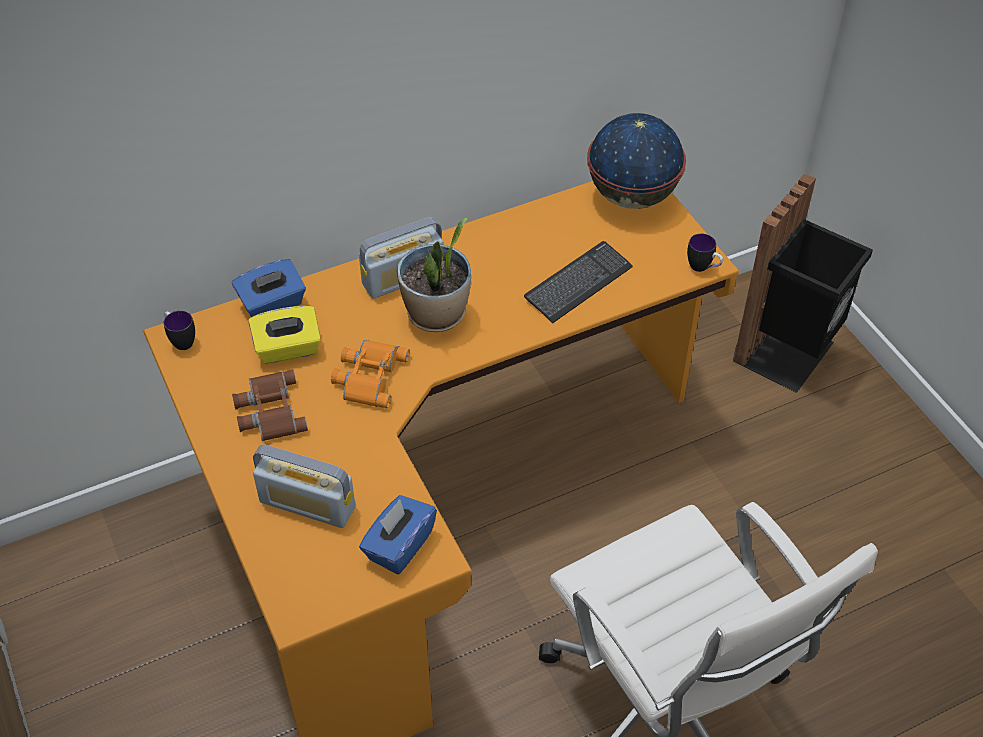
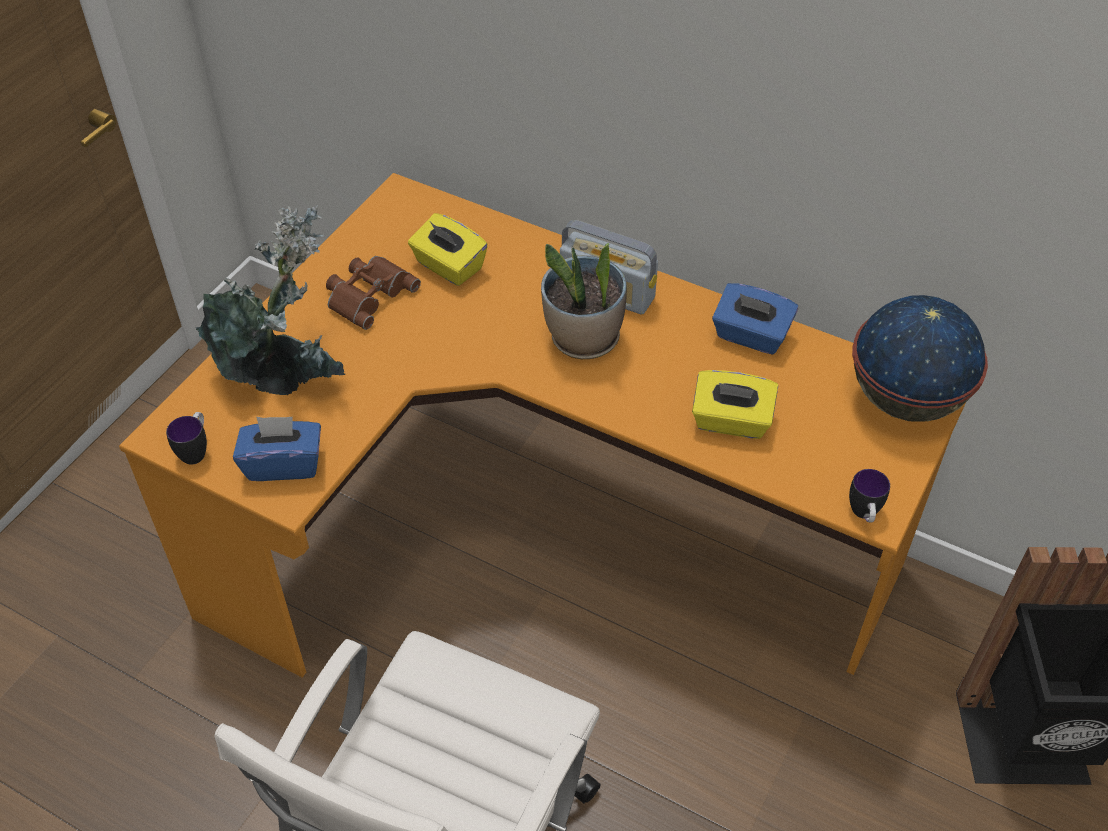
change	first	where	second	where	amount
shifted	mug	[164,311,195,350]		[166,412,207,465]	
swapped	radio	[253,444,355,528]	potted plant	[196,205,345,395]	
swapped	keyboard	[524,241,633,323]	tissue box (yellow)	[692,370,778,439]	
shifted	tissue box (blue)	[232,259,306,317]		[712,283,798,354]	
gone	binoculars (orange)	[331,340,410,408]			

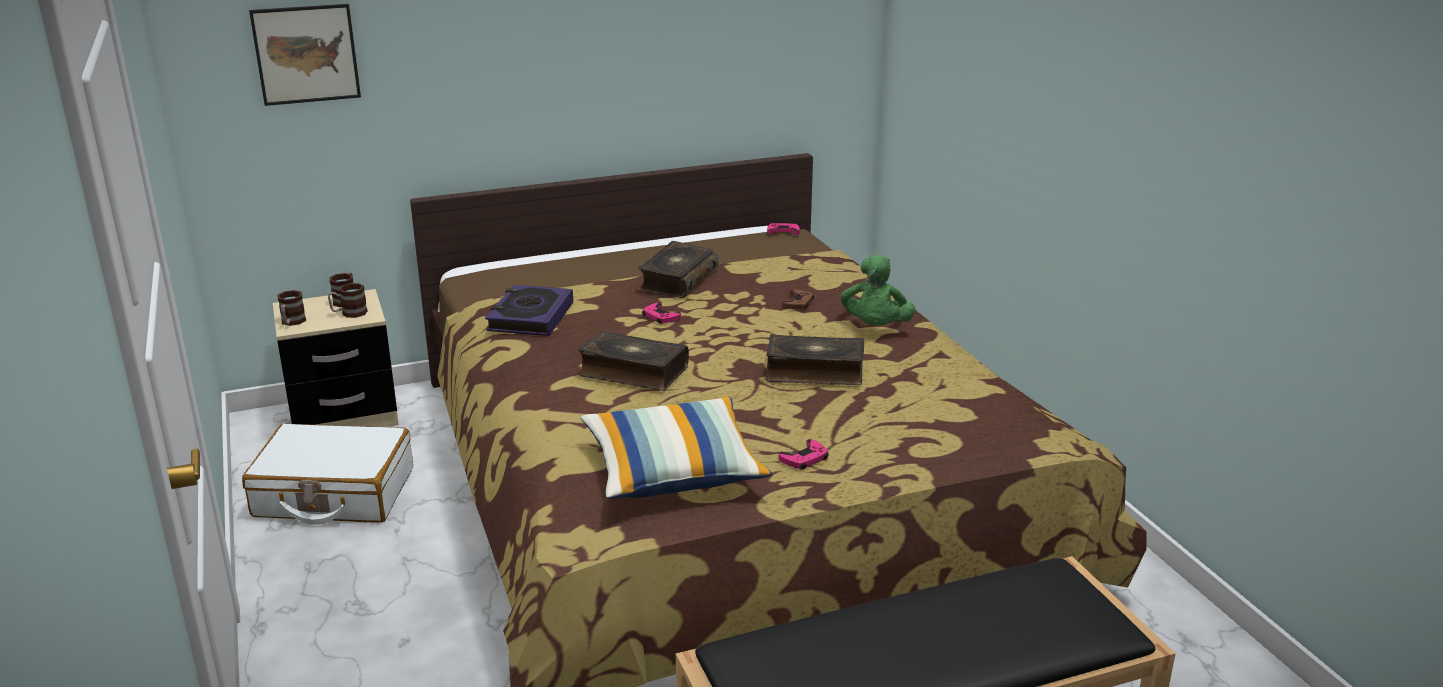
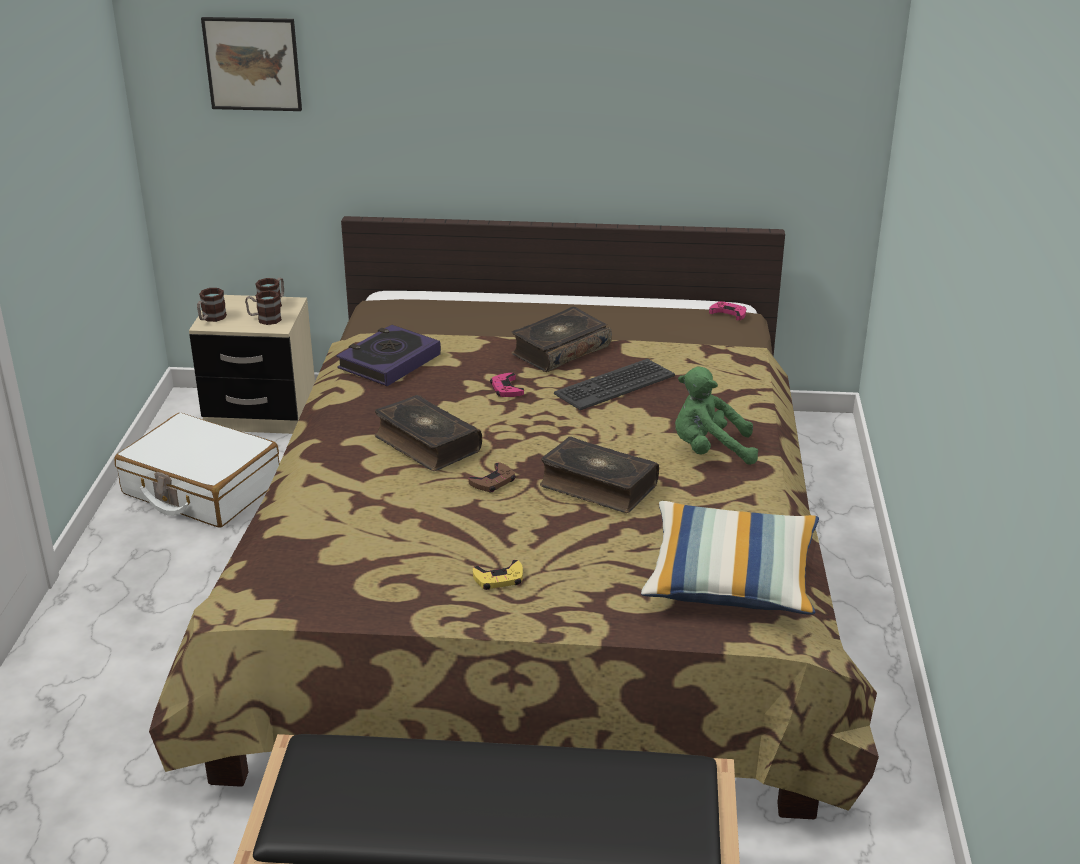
change	first	where	second	where	amount
shifted	game controller (brown)	[782,289,814,309]		[469,462,516,492]	
repainted	game controller (pink)	[779,439,829,470]	game controller (yellow)	[473,560,523,590]	
new			keyboard	[554,359,675,410]	
shifted	pillow	[581,397,772,499]		[641,501,819,615]	
rotated	plush toy (green)	[841,255,916,326]		[675,367,758,465]	60 degrees clockwise

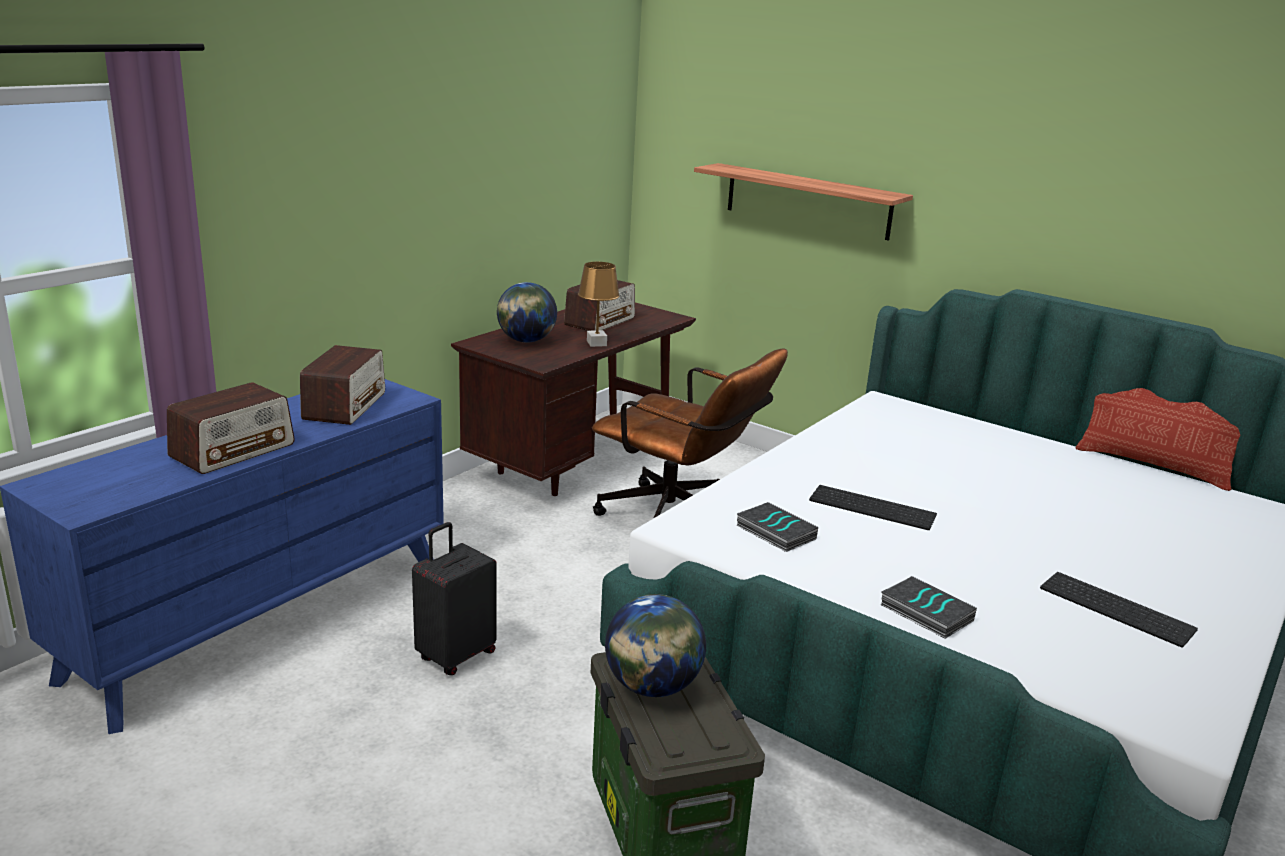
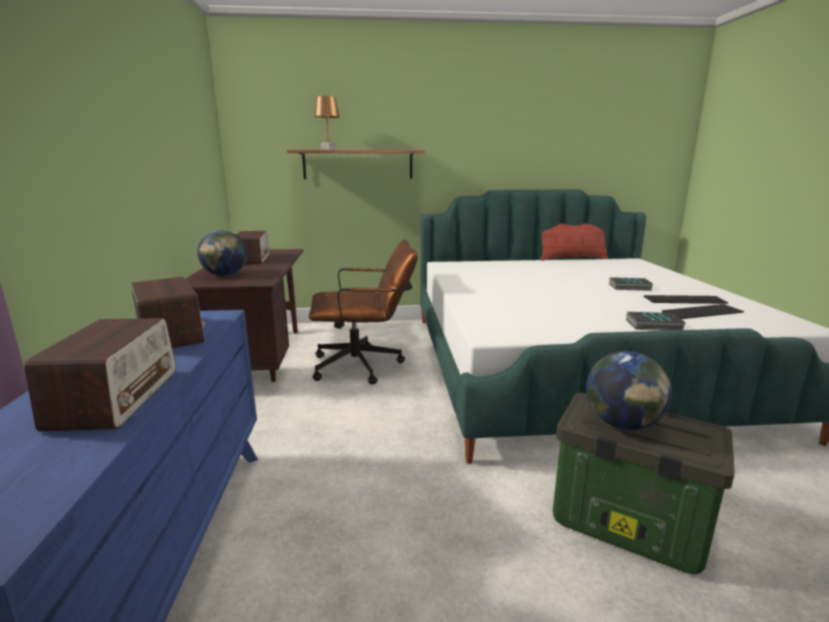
change	first	where	second	where	amount
shifted	table lamp (brown)	[578,262,620,347]		[314,96,340,150]	
shifted	book	[737,502,818,552]		[609,277,653,291]	
shifted	keyboard	[809,485,937,530]		[662,304,744,319]	
gone	suitcase (black)	[412,522,497,675]			

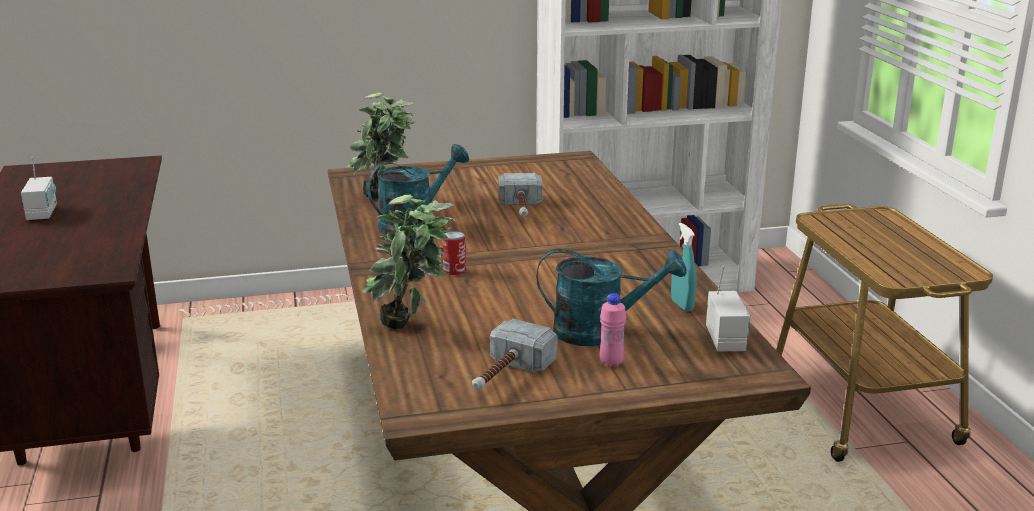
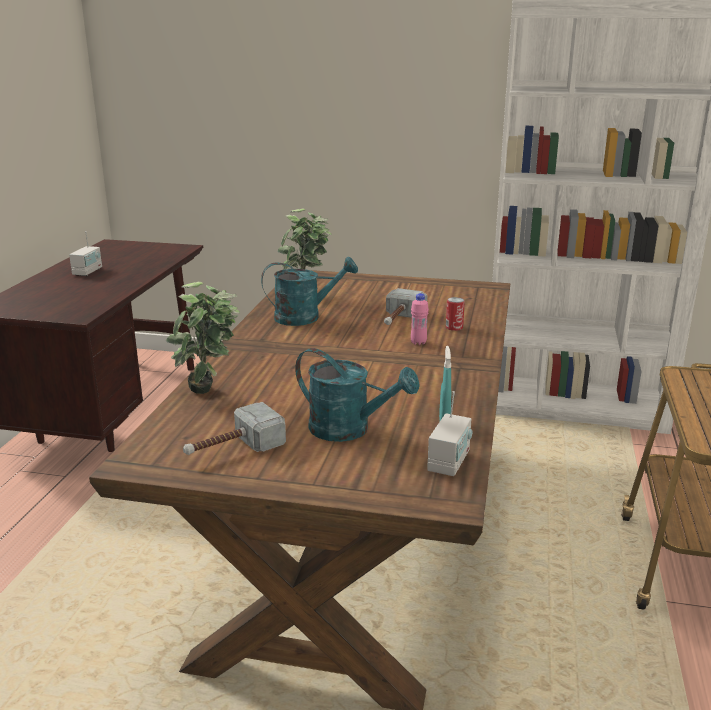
change	first	where	second	where	amount
shifted	bottle (pink)	[600,293,626,368]		[411,293,429,345]	
shifted	can	[442,231,466,275]		[446,297,465,331]	

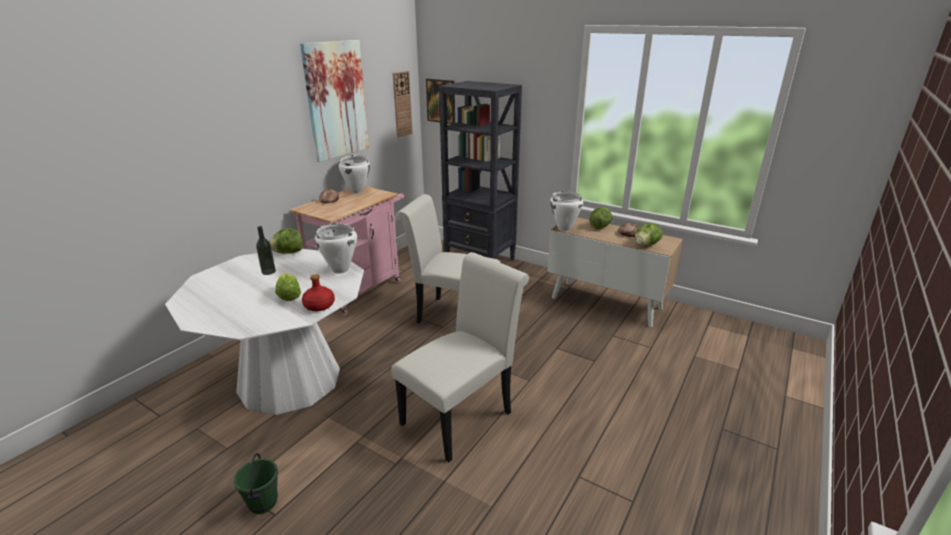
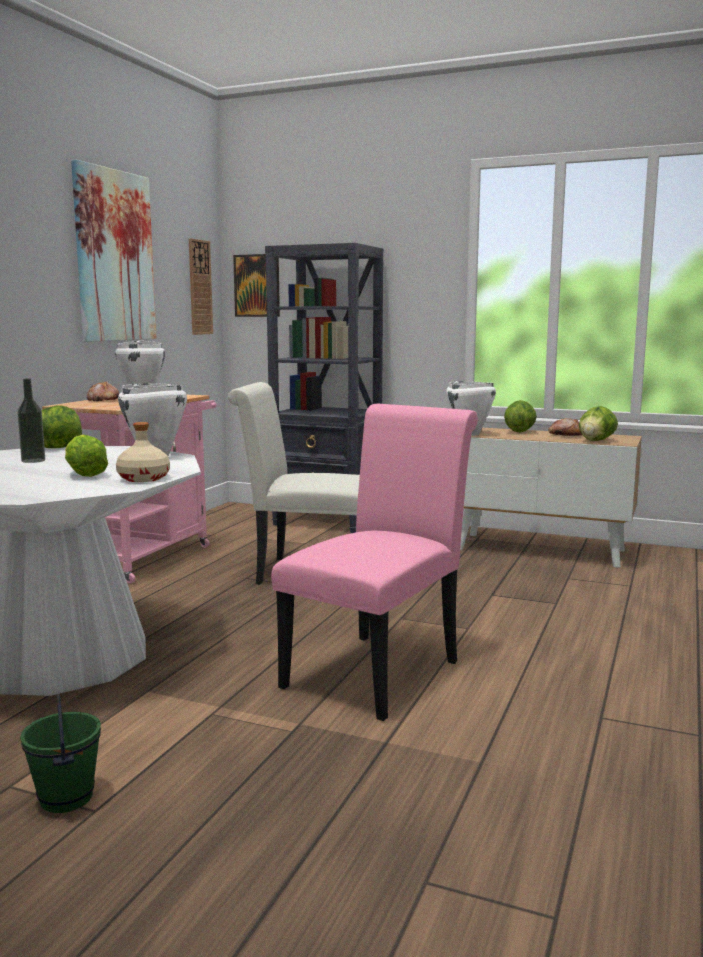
change	first	where	second	where	amount
repainted	bottle (red)	[302,274,335,311]	bottle (beige)	[116,422,170,482]	
repainted	chair (white)	[391,252,529,462]	chair (pink)	[271,404,478,721]	

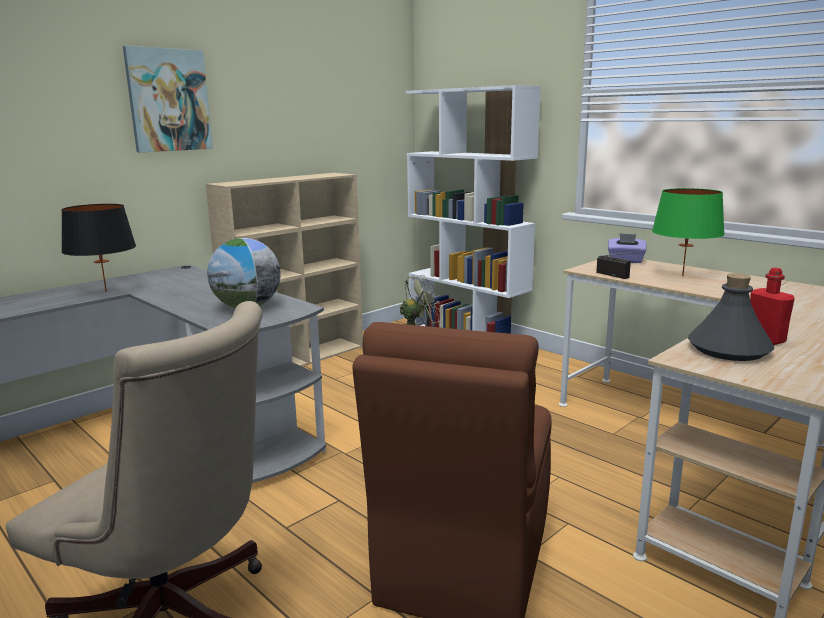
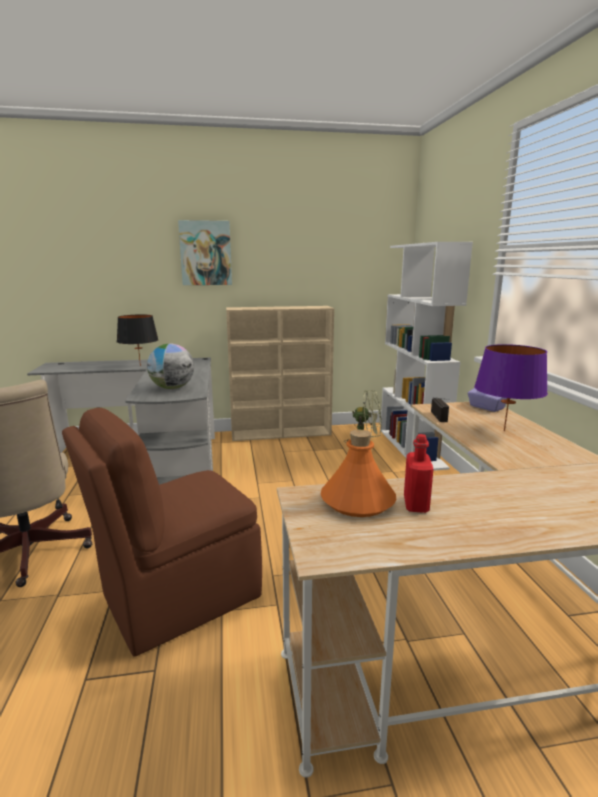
change	first	where	second	where	amount
repainted	bottle (grey)	[688,274,774,361]	bottle (orange)	[321,429,396,517]	
repainted	table lamp (green)	[652,188,725,276]	table lamp (purple)	[474,344,548,431]	

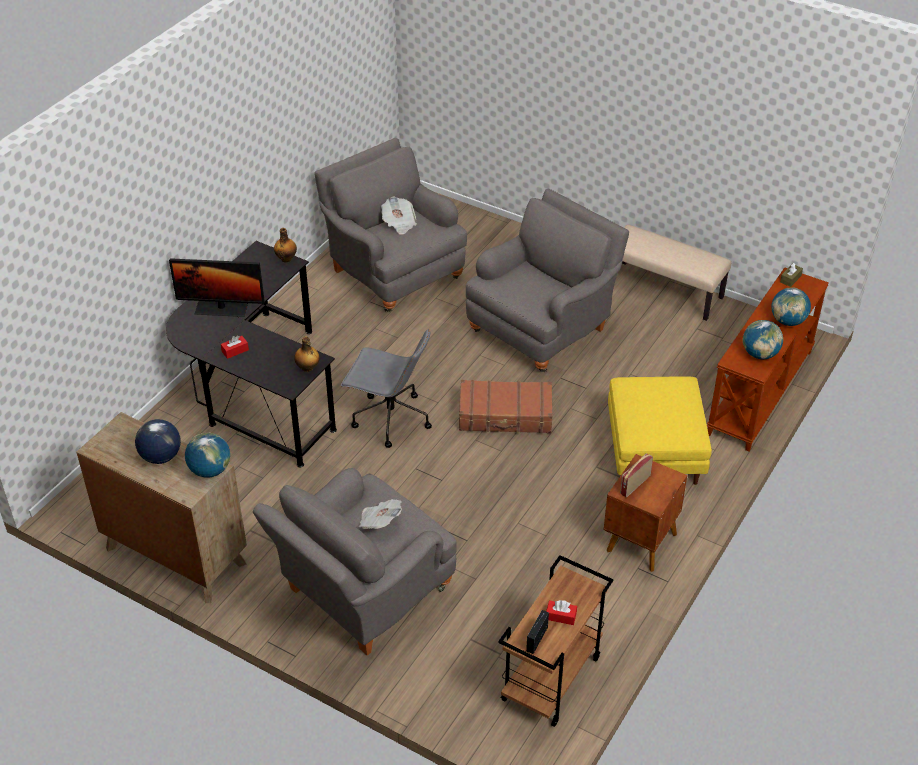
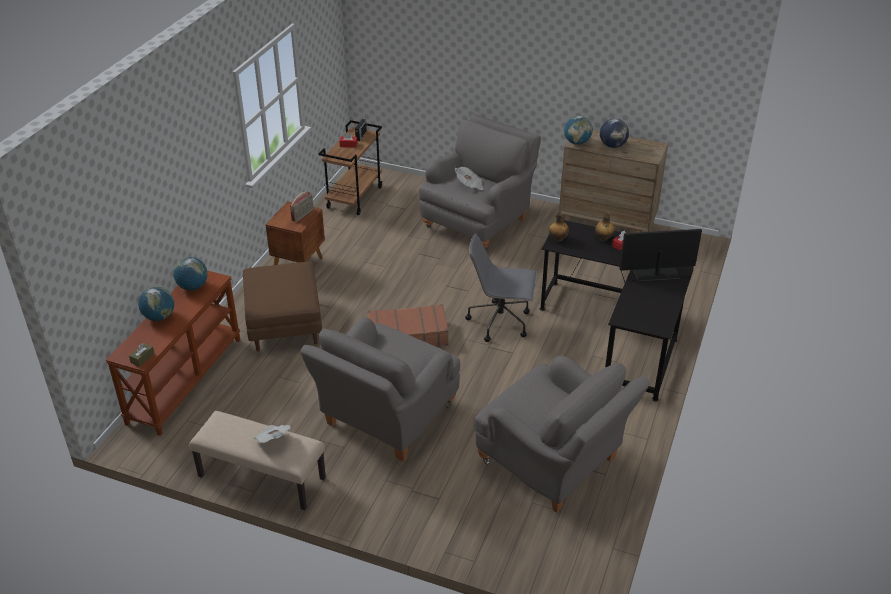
change	first	where	second	where	amount
repainted	ottoman (yellow)	[608,376,712,485]	ottoman (brown)	[243,262,322,352]	
shifted	newspaper	[381,196,417,235]		[254,425,291,443]	
shifted	bottle	[274,228,297,263]		[595,212,615,241]	

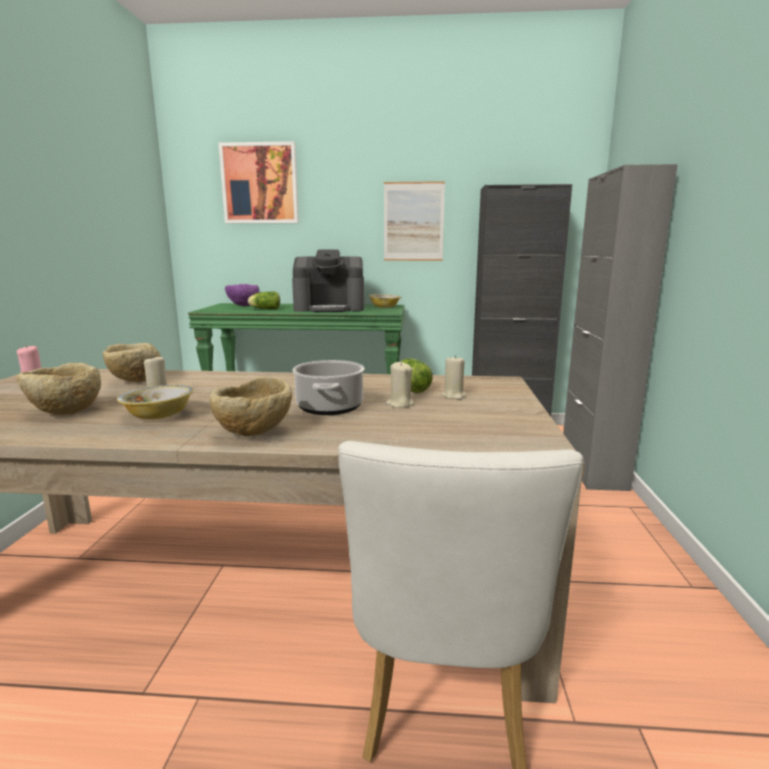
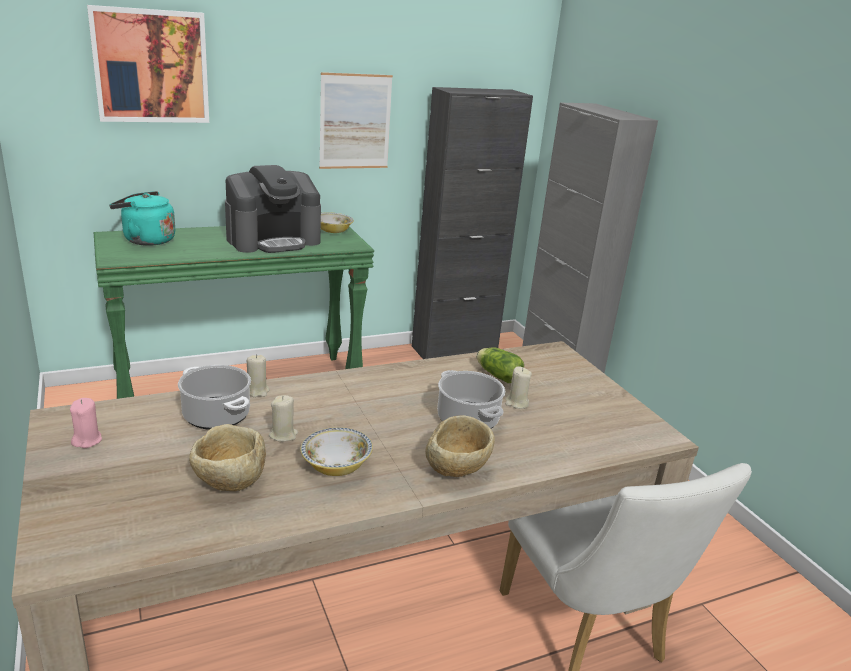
change	first	where	second	where	amount
swapped	bowl (purple)	[225,284,259,306]	kettle (turquoise)	[109,191,175,246]	
swapped	bowl (beige)	[103,343,161,382]	cooking pot	[178,365,251,430]	
shifted	candle (beige)	[442,355,466,399]		[247,354,269,397]	
gone	lettuce	[248,292,280,309]			

